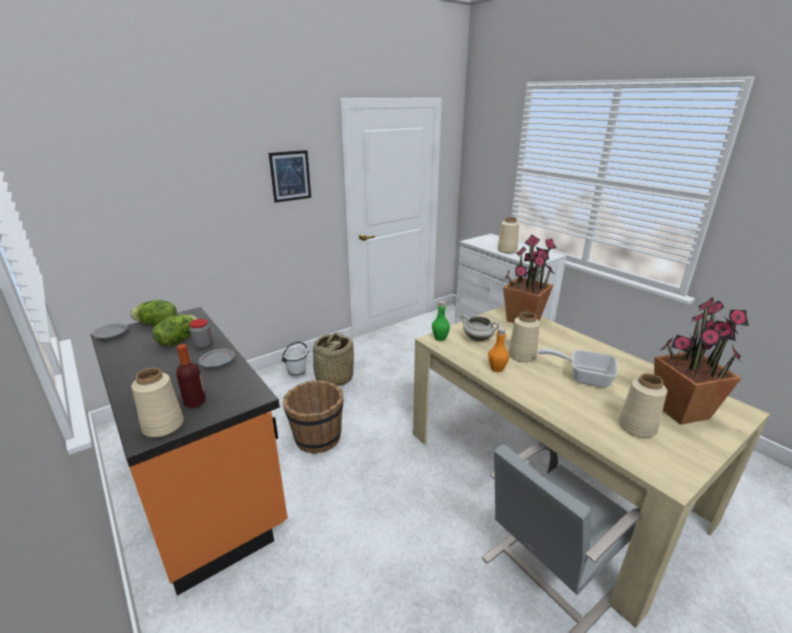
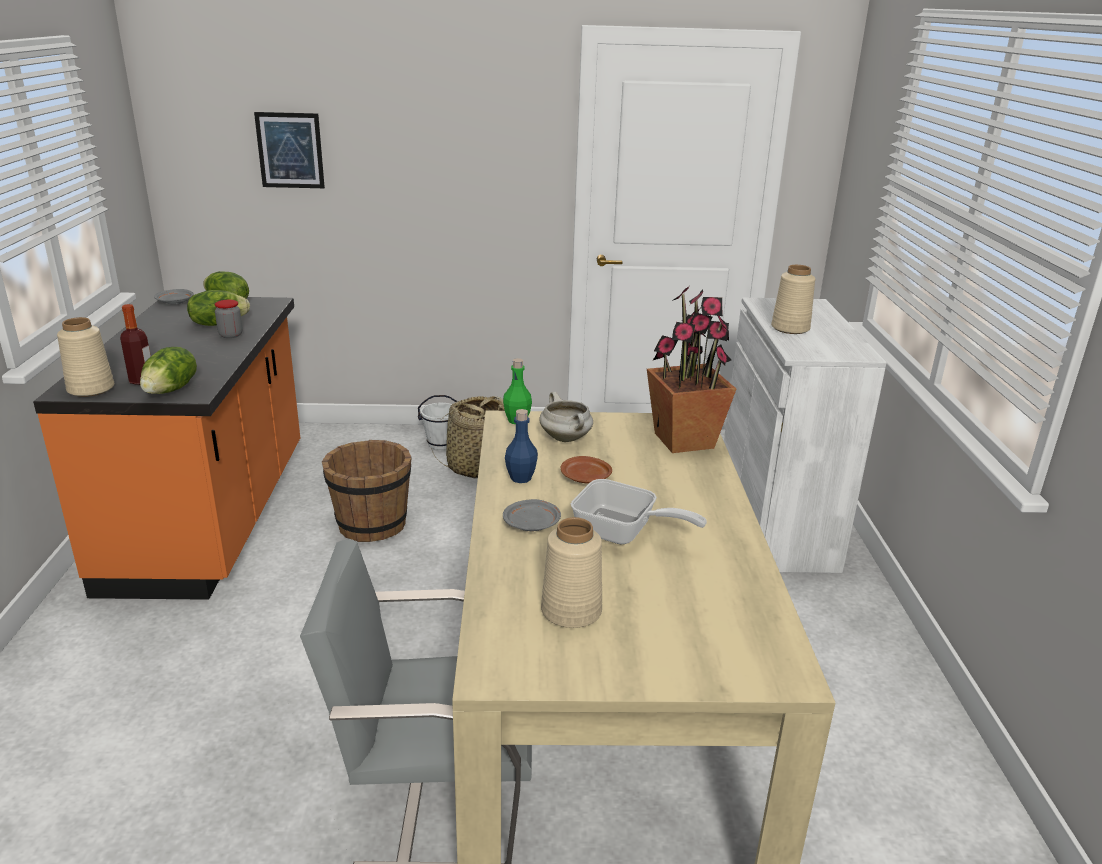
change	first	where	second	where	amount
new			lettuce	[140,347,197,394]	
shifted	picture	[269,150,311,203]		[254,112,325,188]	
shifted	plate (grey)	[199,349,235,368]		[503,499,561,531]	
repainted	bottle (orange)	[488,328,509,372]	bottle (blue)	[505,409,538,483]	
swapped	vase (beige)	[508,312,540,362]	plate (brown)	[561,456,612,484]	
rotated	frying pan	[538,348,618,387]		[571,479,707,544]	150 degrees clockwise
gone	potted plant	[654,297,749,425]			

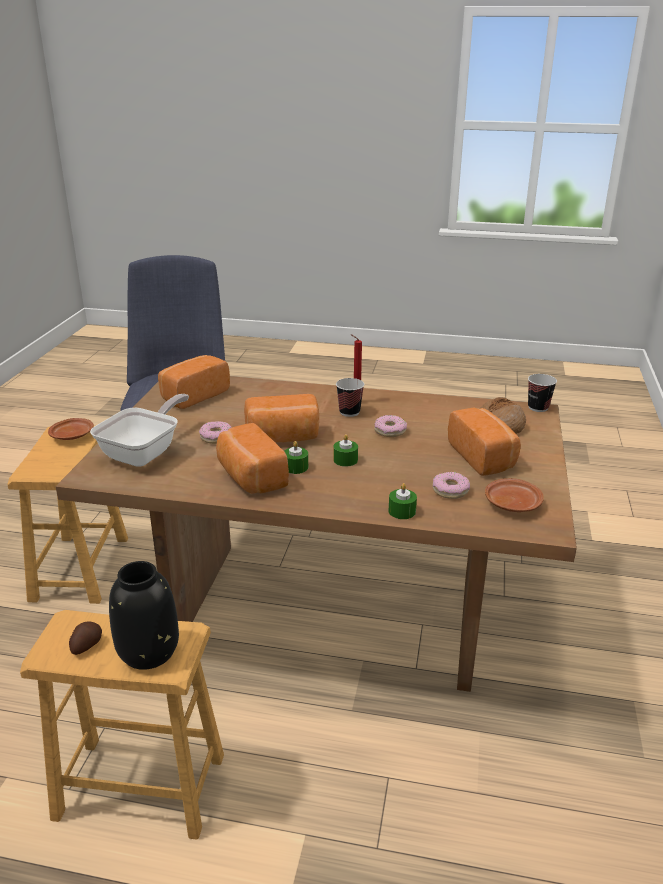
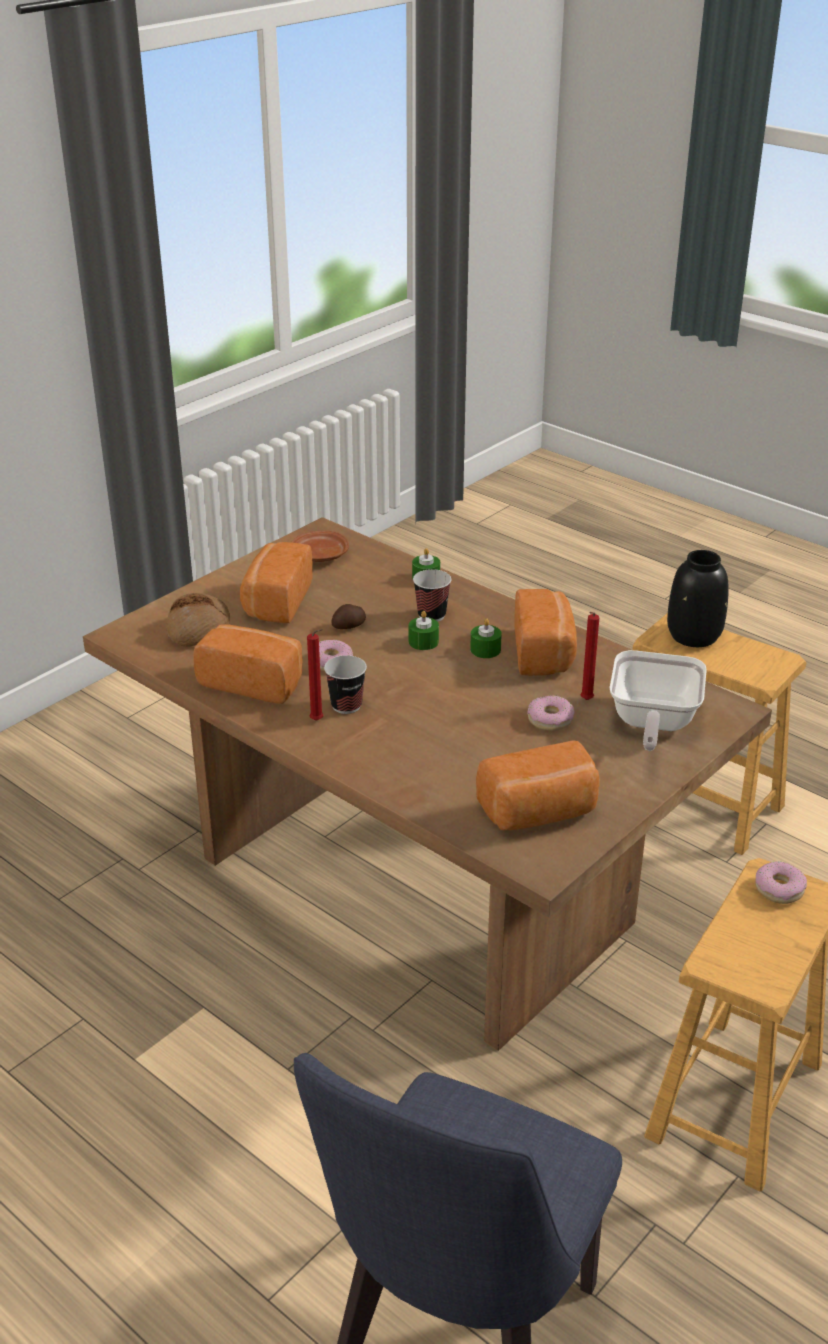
change	first	where	second	where	amount
shifted	bread	[244,394,319,443]		[193,624,302,704]	
shifted	potato	[69,621,102,655]		[331,604,366,629]	
shifted	cup	[528,374,557,412]		[413,569,451,622]	
new			candle (red)	[581,612,600,700]	
rotated	frying pan	[90,394,189,467]		[610,650,707,751]	45 degrees counterclockwise
shifted	donut	[432,472,470,499]		[755,861,807,904]	
gone	plate (brown)	[48,418,94,440]			

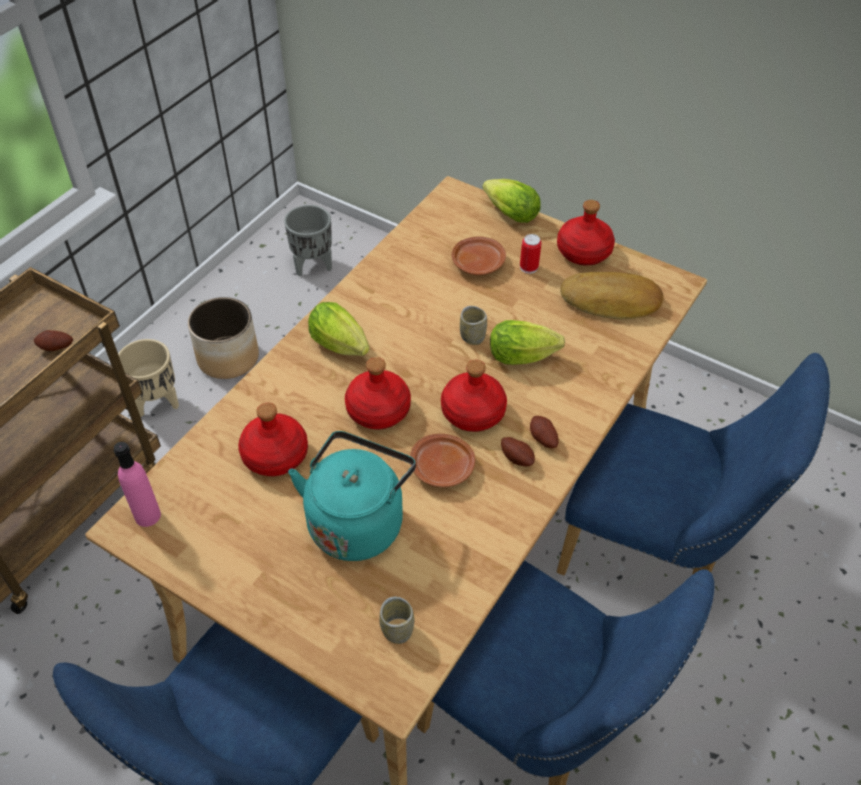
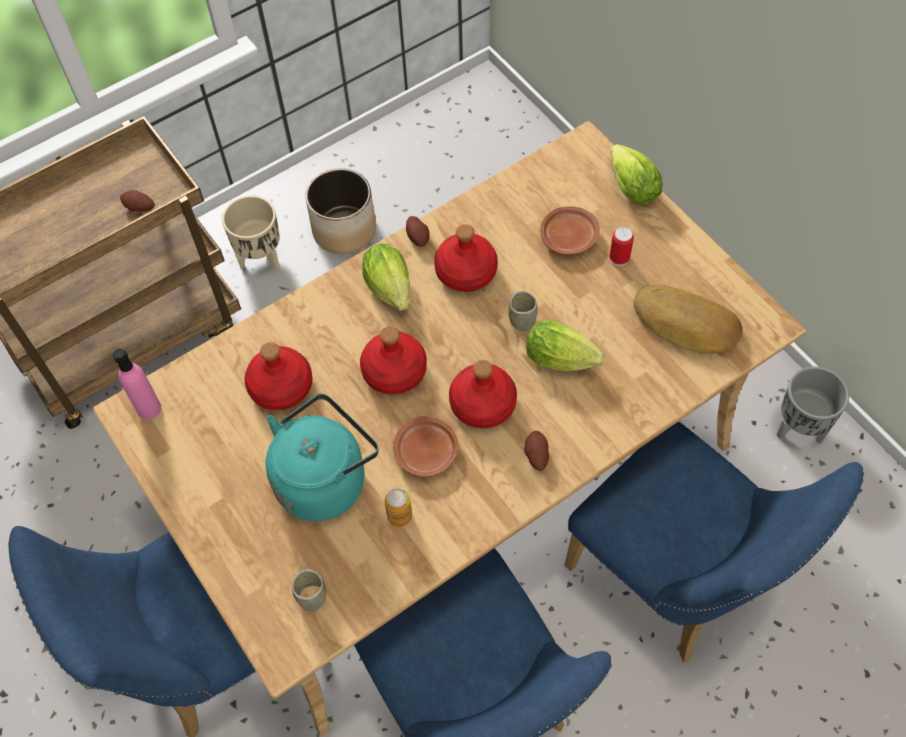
change	first	where	second	where	amount
new			can	[384,488,412,527]	
shifted	potato	[501,437,535,467]		[406,216,430,246]	
shifted	bottle (red)	[557,200,615,265]		[434,225,498,292]	
shifted	planter (grey)	[284,205,332,276]		[777,366,849,444]	

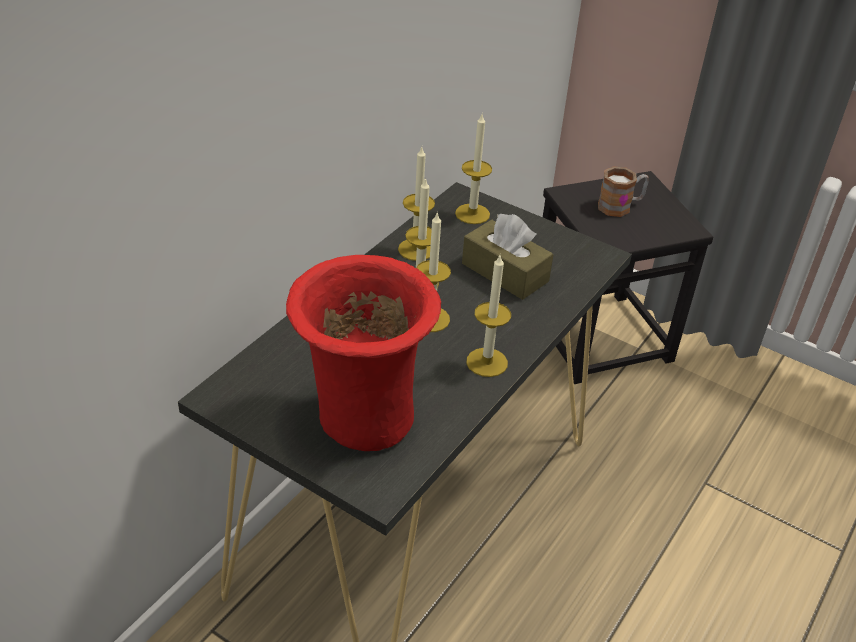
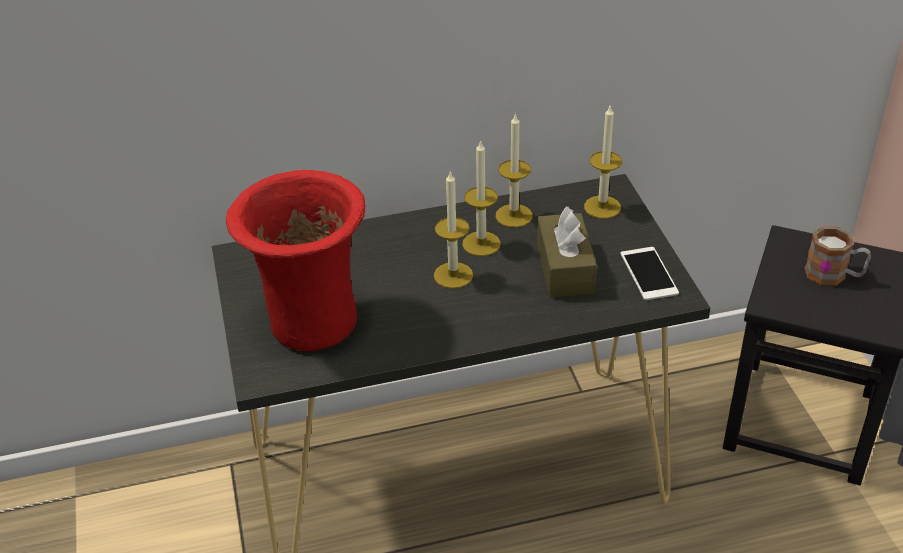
change	first	where	second	where	amount
new			phone	[620,247,679,300]	
gone	candle	[466,255,511,377]			

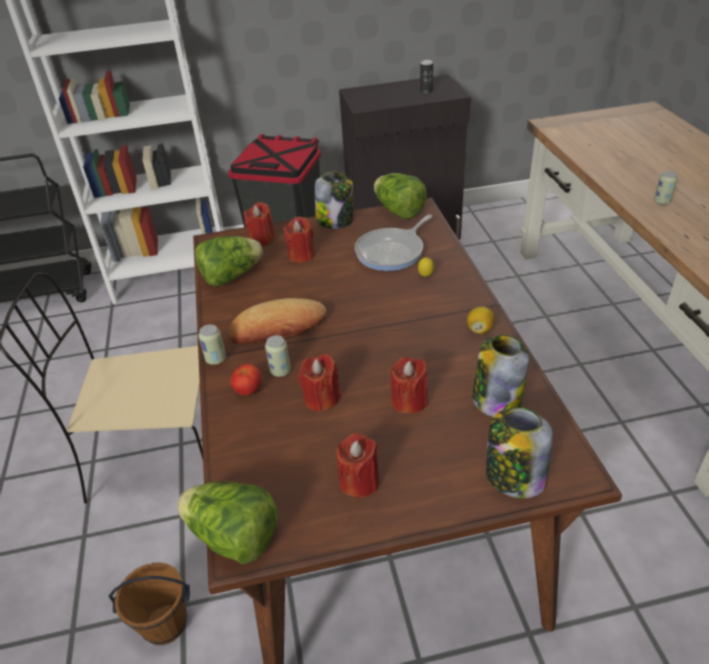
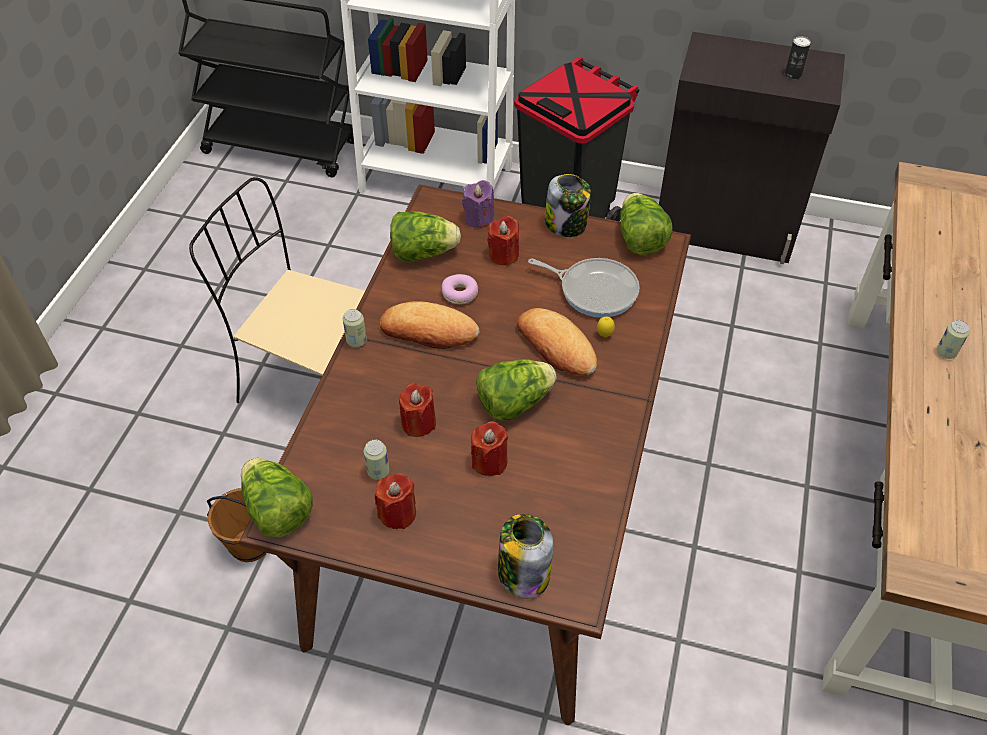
change	first	where	second	where	amount
shifted	can	[265,335,291,377]		[364,440,389,480]	
new			donut	[442,274,479,305]	
repainted	candle (red)	[243,202,275,246]	candle (purple)	[462,180,494,229]	
new			lettuce	[476,360,557,421]	
new			bread	[517,308,597,376]	
rotated	frying pan	[355,215,432,271]		[528,258,639,318]	135 degrees counterclockwise
gone	tomato	[231,364,262,396]			
gone	lemon	[467,306,495,334]			
gone	jar	[472,335,529,417]			

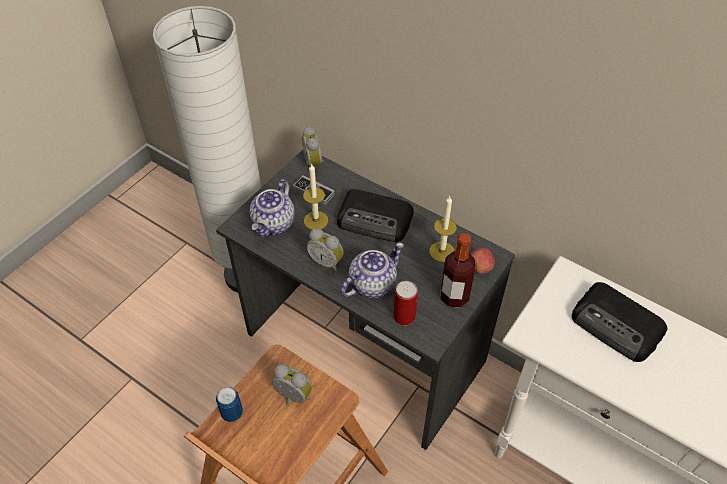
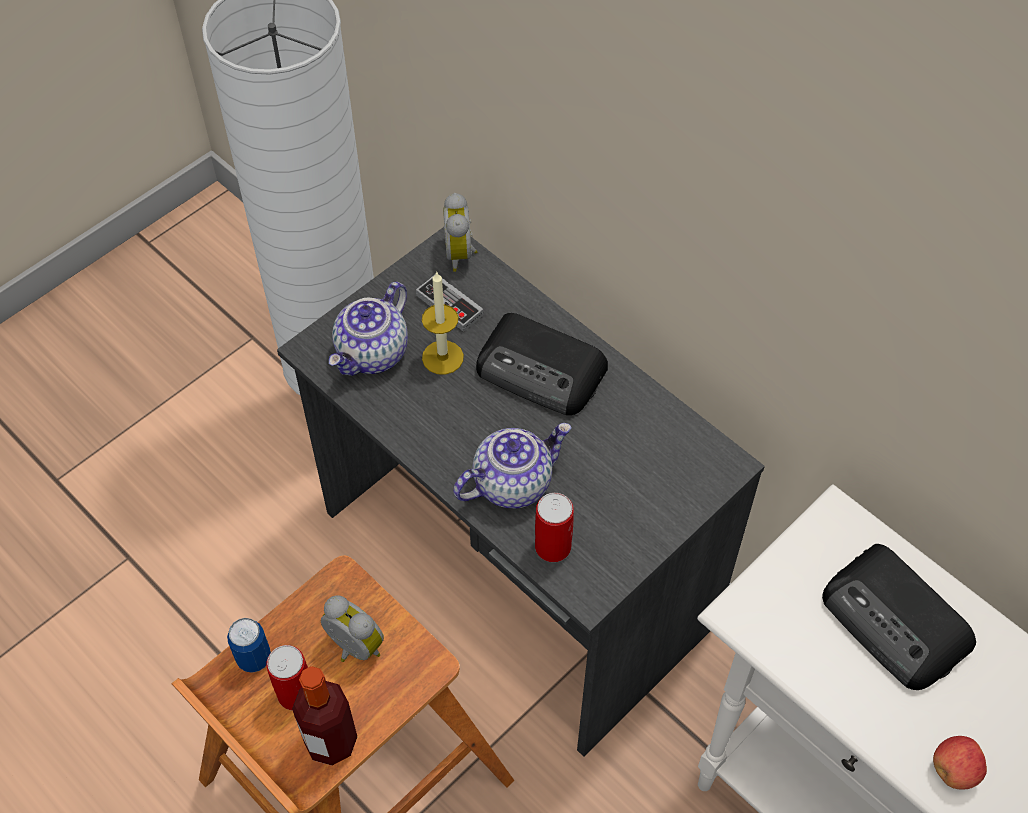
change	first	where	second	where	amount
new			can	[266,645,308,710]	
shifted	bottle	[440,233,475,308]		[292,666,357,766]	
shifted	apple	[470,248,495,274]		[933,736,987,790]	
gone	alarm clock	[307,228,344,272]			
gone	candle	[429,196,457,262]			

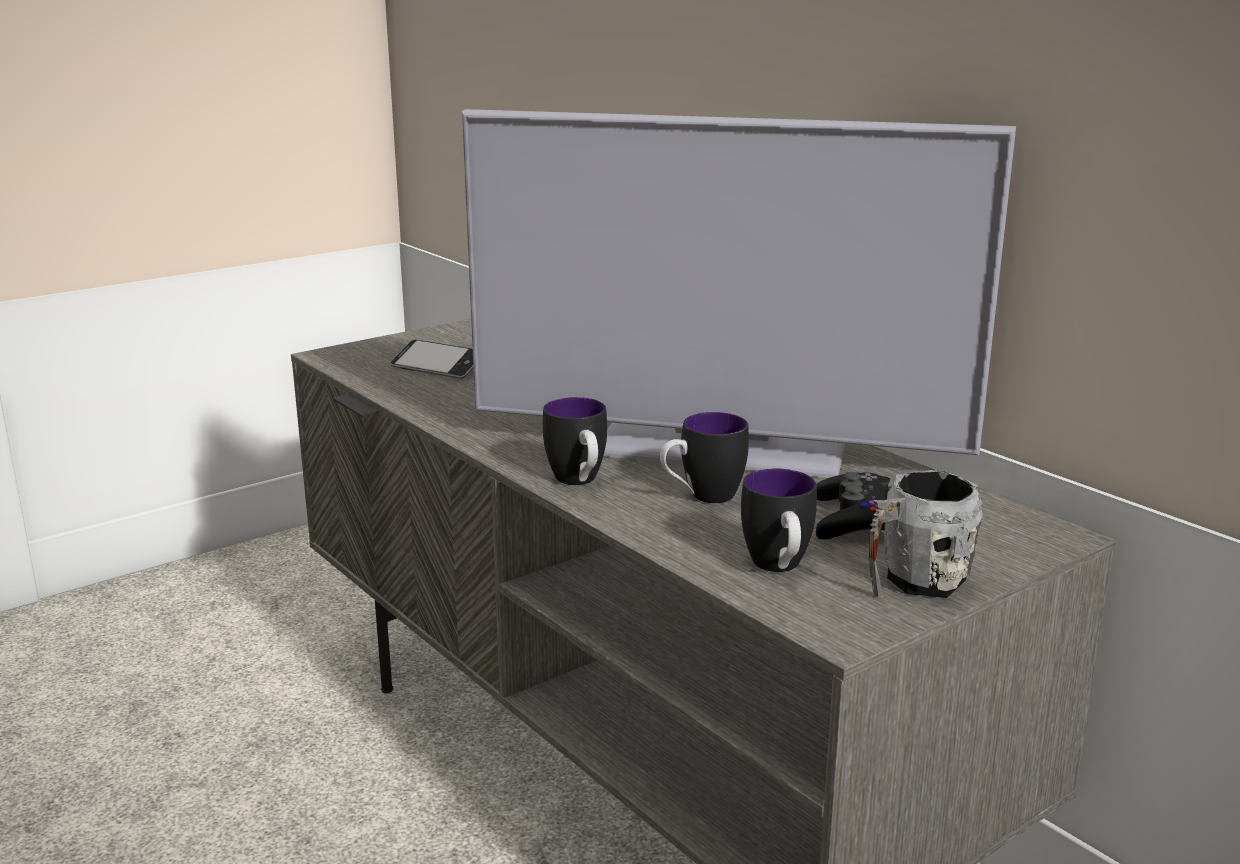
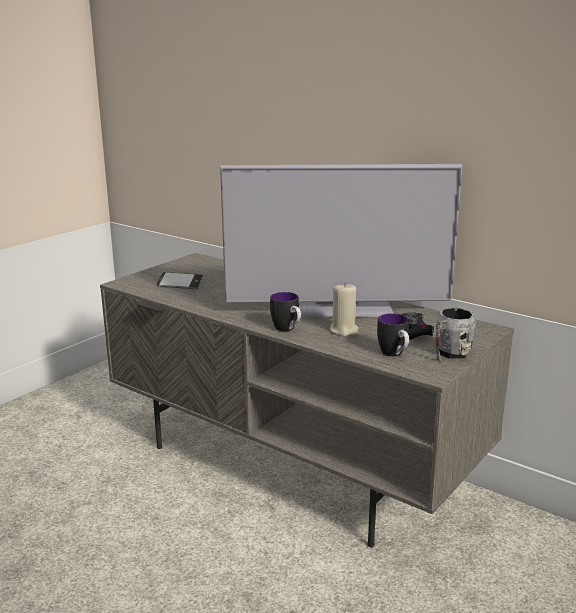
change	first	where	second	where	amount
swapped	mug	[660,412,749,503]	candle (beige)	[330,282,359,336]	

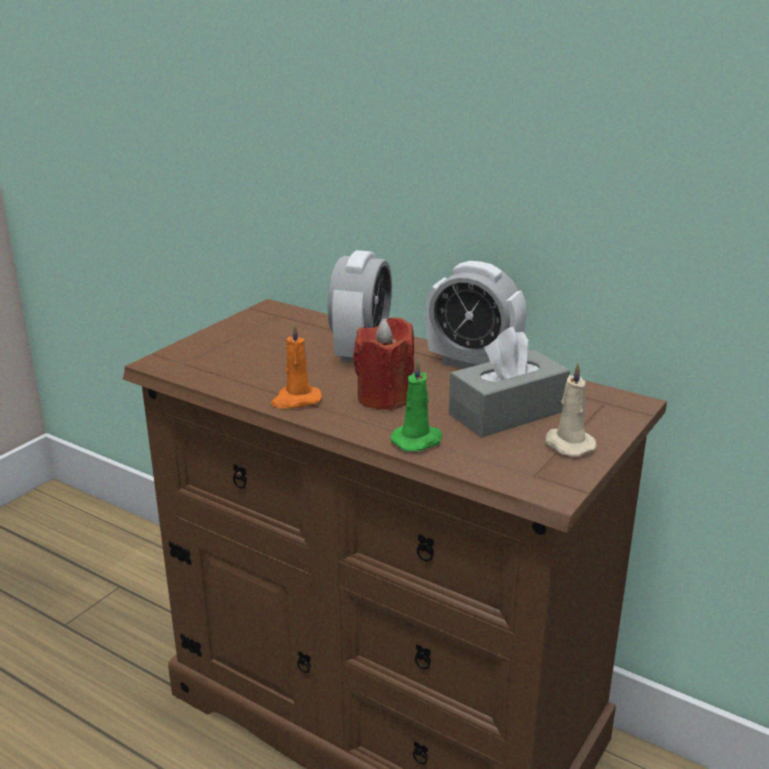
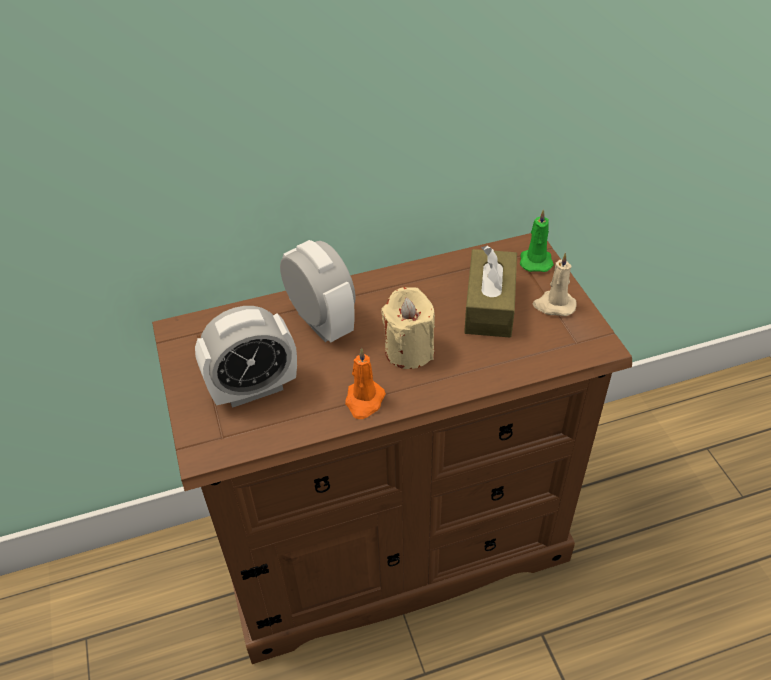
change	first	where	second	where	amount
shifted	alarm clock	[425,261,526,369]		[195,306,297,408]	
repainted	candle (red)	[353,317,414,411]	candle (beige)	[381,287,435,369]	
repainted	tissue box (grey)	[449,327,570,437]	tissue box (brown)	[464,245,517,338]	
shifted	candle (green)	[391,359,443,452]		[520,209,554,272]	

